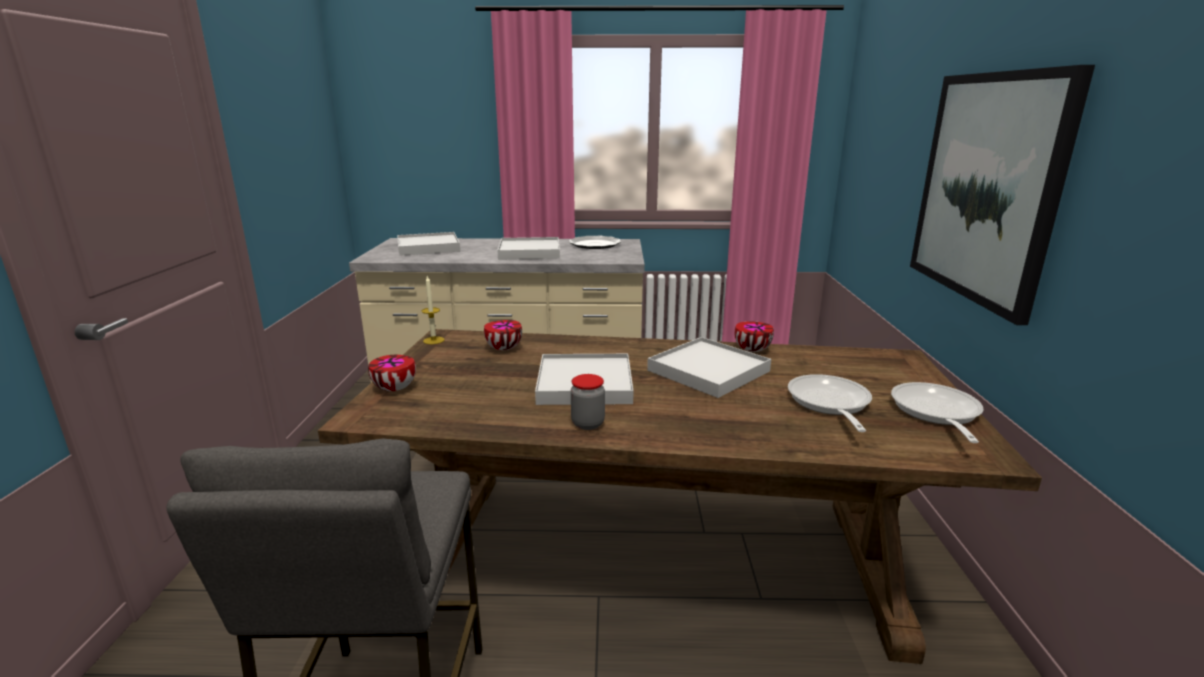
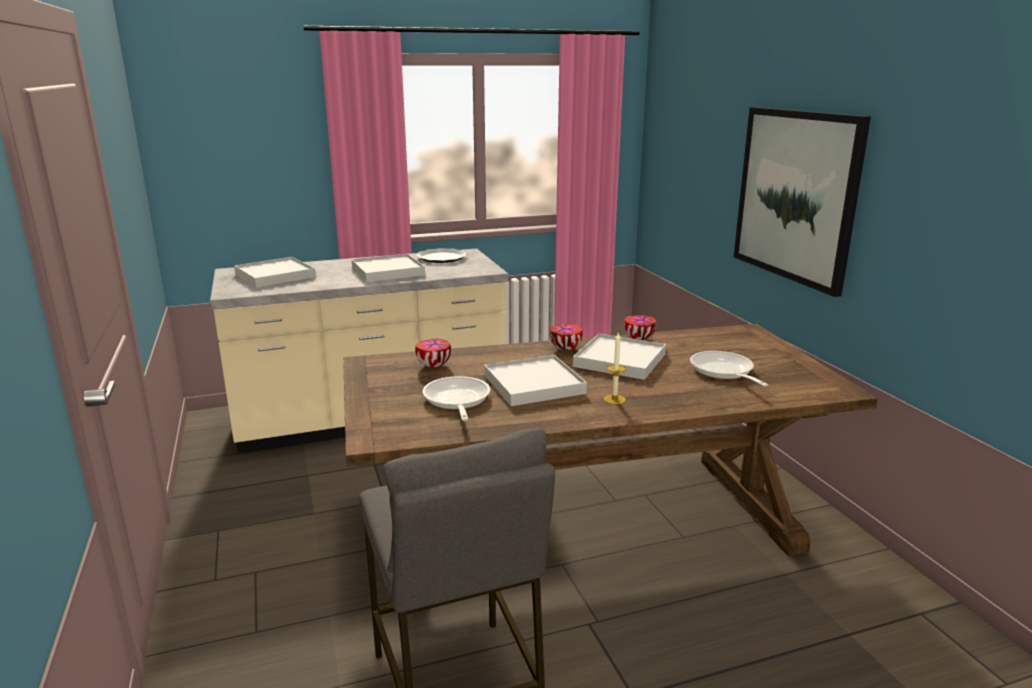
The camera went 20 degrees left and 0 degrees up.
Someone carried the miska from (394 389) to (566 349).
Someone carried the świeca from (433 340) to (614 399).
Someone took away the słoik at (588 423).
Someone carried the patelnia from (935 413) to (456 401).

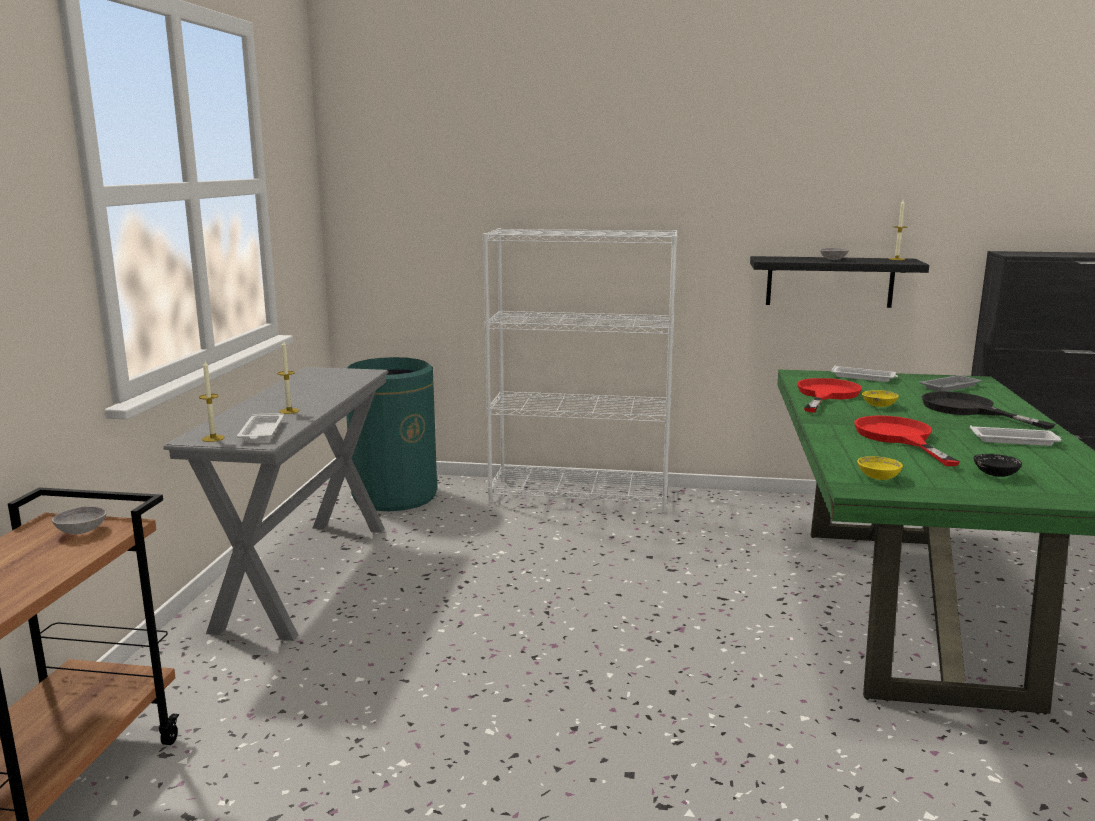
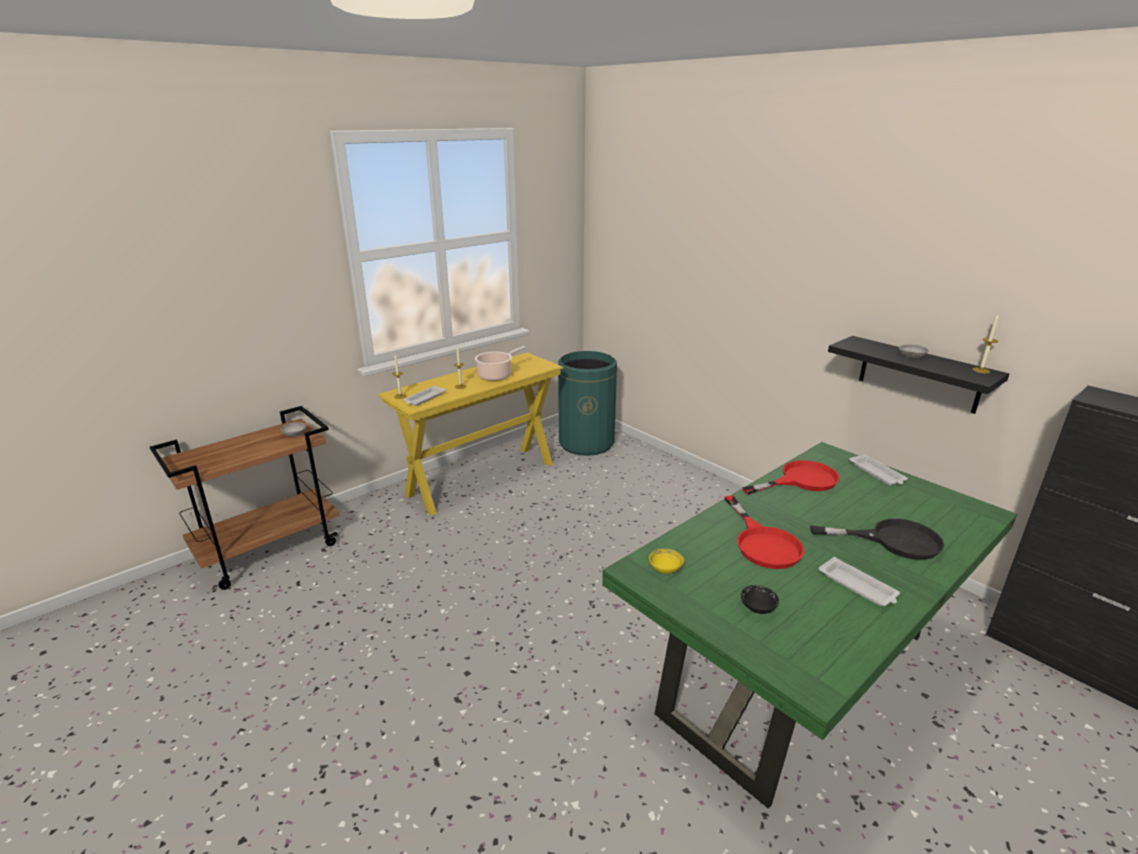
The camera went 40 degrees right and 10 degrees up.
Someone repainted the stolik konsolowy/szary at (306 574), which became the stolik konsolowy/żółty at (482 478).
Someone took away the regał/biały at (580 495).
Someone rotated the patelnia/czerwony at (899 438) by 135 degrees clockwise.
Someone took away the miska/żółty at (879 406).
Someone took away the taca/szary at (951 387).
Someone rotated the patelnia/czarny at (968 410) by 90 degrees clockwise.
Someone put down the garnek at (496 375).

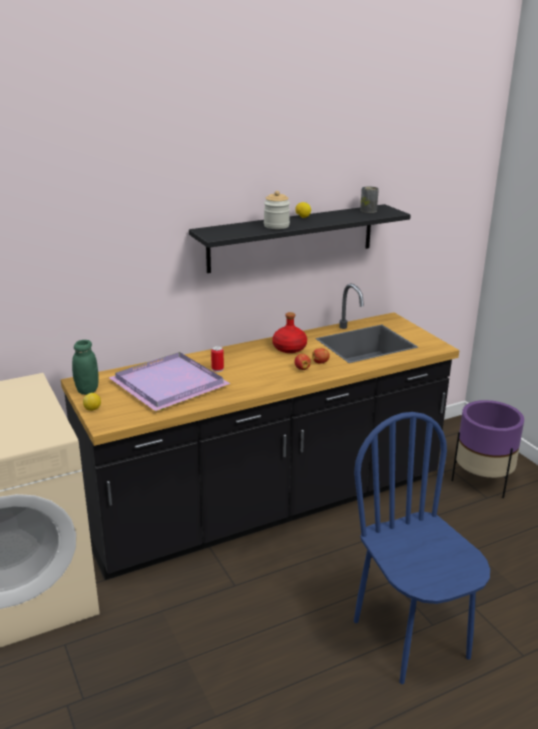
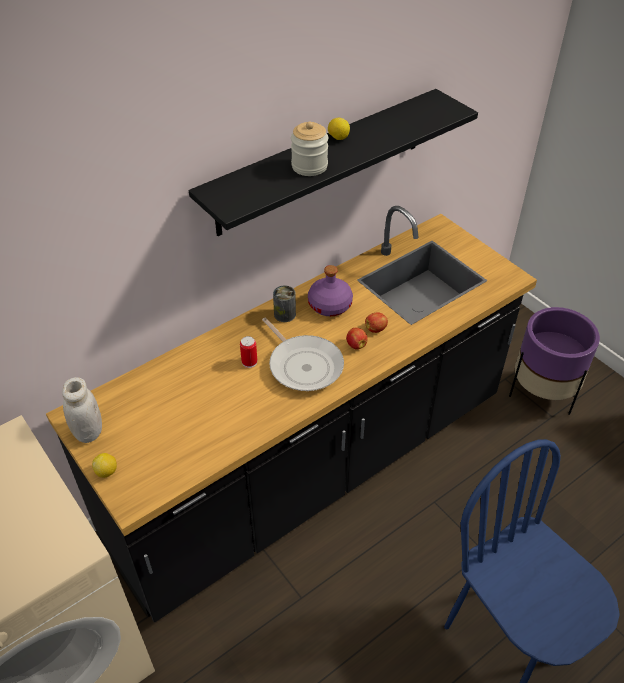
The camera went 10 degrees left and 20 degrees up.
Someone repainted the słoik/zielony at (87 390), which became the słoik/biały at (88 432).
Someone took away the taca/fioletowy at (168 385).
Someone repainted the butelka/czerwony at (290 348), which became the butelka/fioletowy at (330 305).
Someone carried the puszka from (368 210) to (285 314).
Someone put down the patelnia at (303 365).

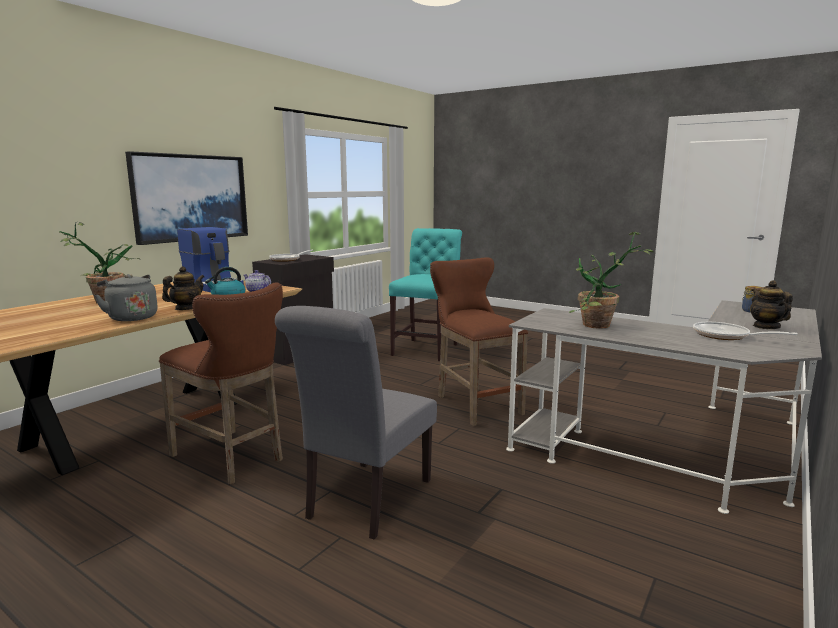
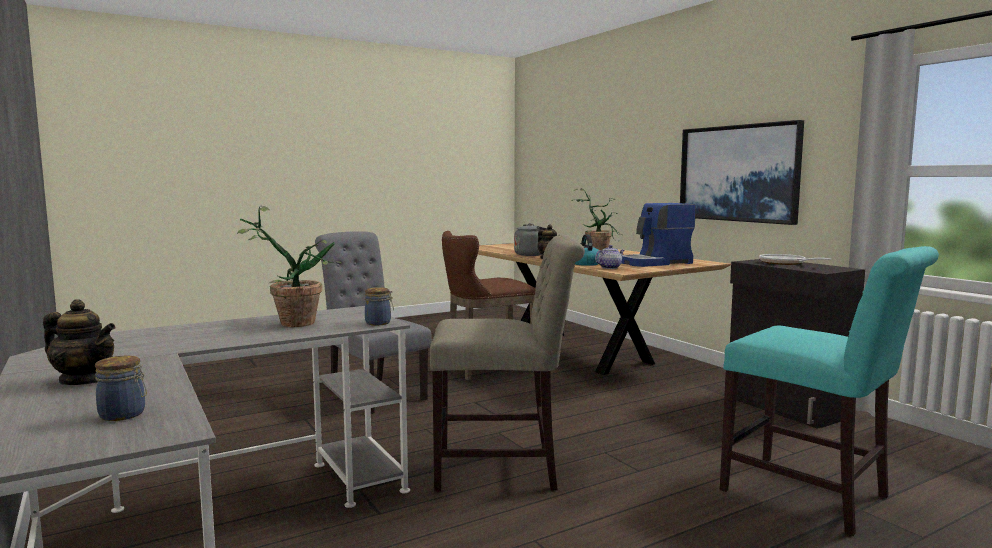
The camera went 115 degrees right and 5 degrees down.
Someone swapped the stołek/brązowy at (474 404) for the krzesło/beżowy at (504 468).
Someone took away the patelnia at (726 336).
Someone put down the słoik at (379 323).

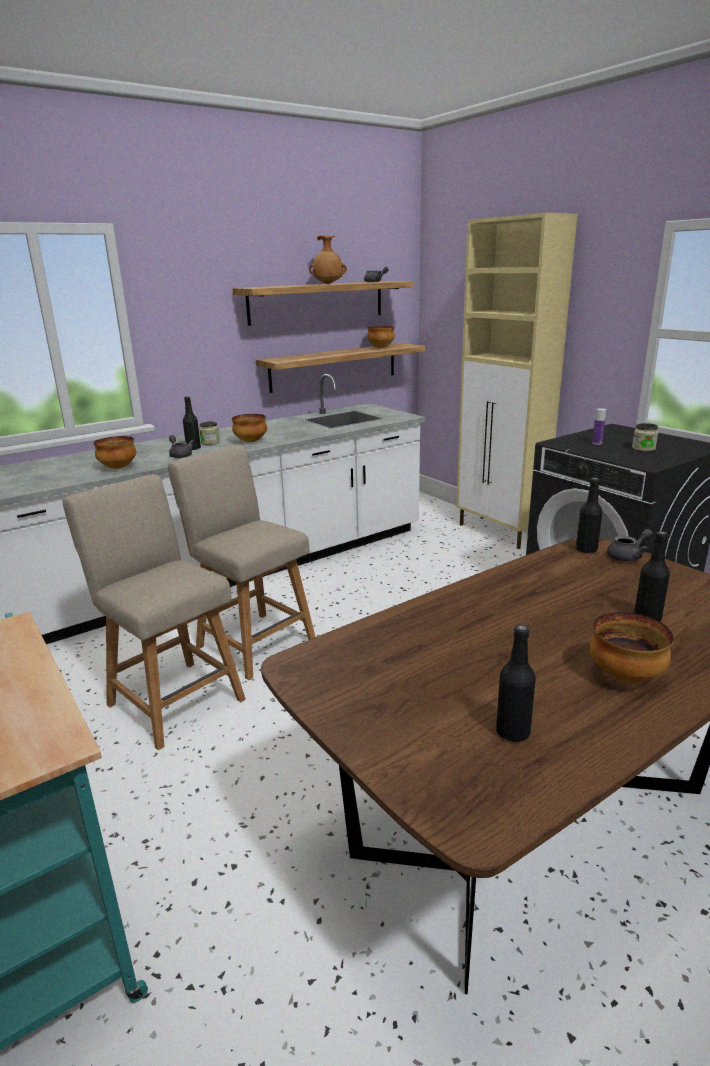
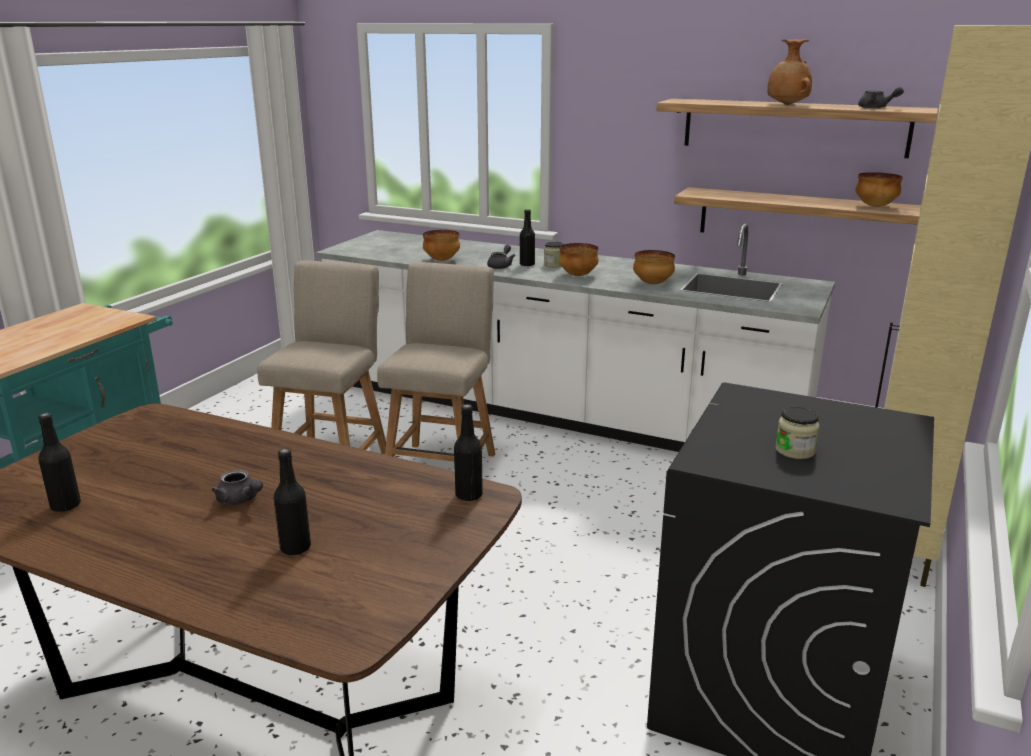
The camera went 60 degrees right and 0 degrees up.
Someone carried the miska from (626 676) to (652 283).
Someone took away the butelka at (597 443).
Someone carried the imbryk/szary from (628 556) to (240 500).

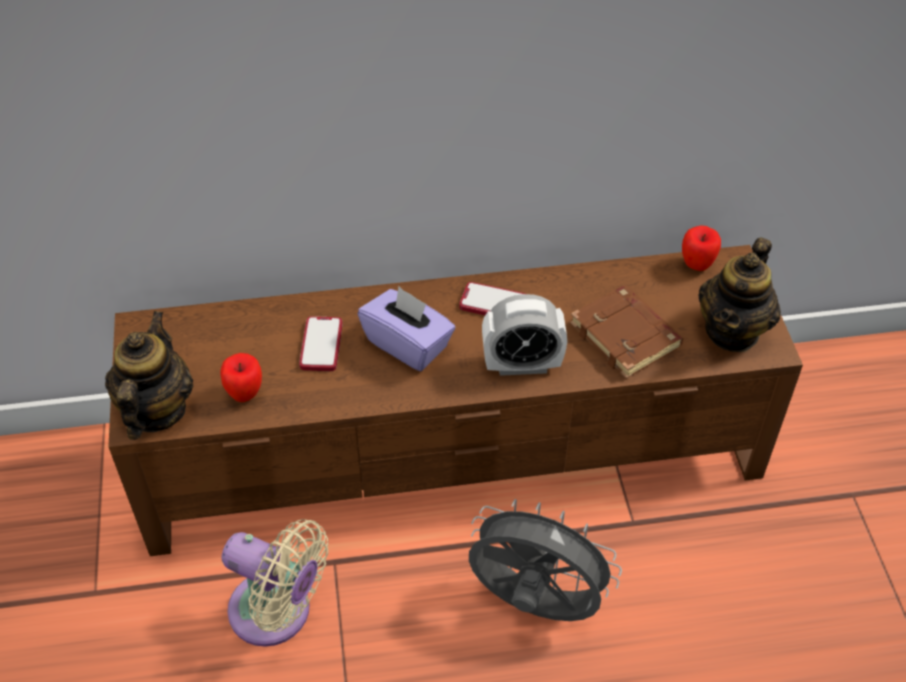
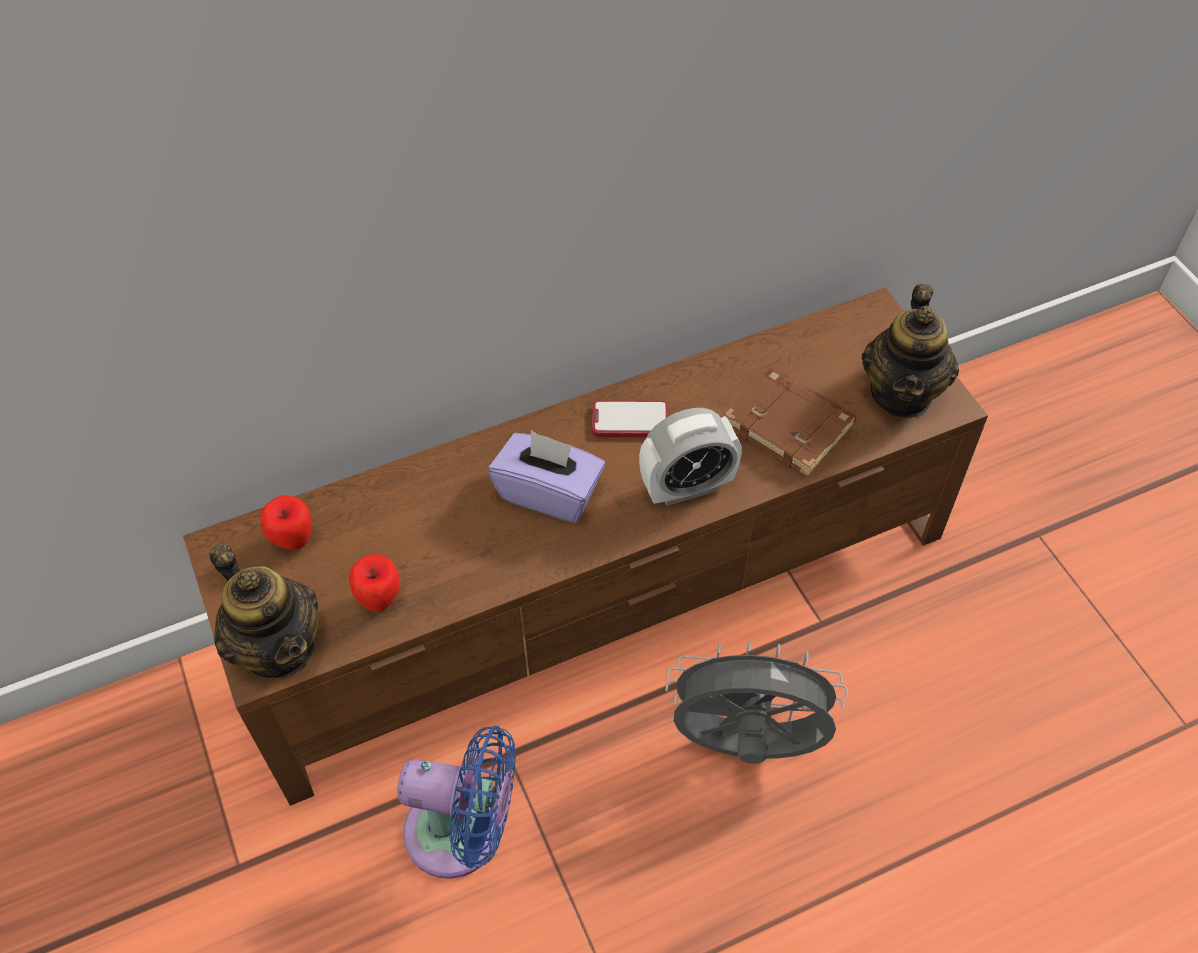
The camera went 15 degrees left and 5 degrees up.
Someone rotated the imbryk at (156 411) by 150 degrees clockwise.
Someone repainted the wentylator/beżowy at (277 613), which became the wentylator/niebieski at (463 833).
Someone took away the telefon at (321 345).
Someone carried the jabłko from (696 266) to (294 541).

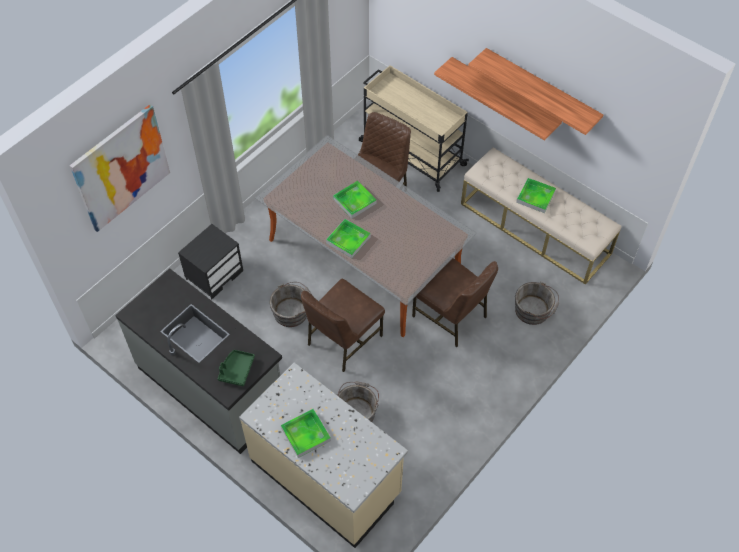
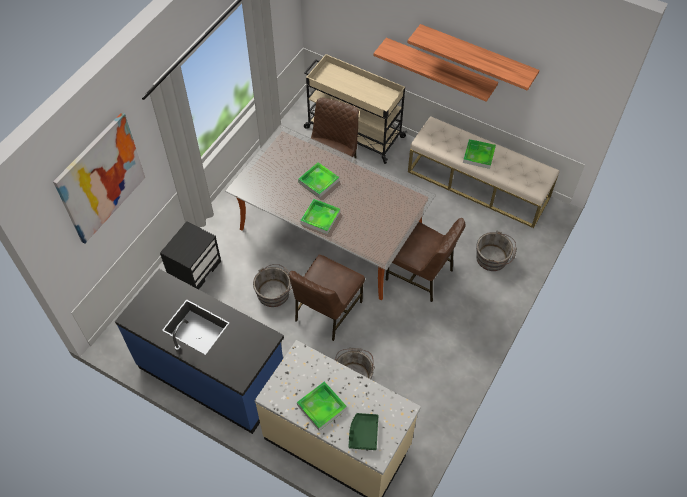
The camera went 10 degrees left and 0 degrees up.
Someone repainted the zabudowa kuchenna/szary at (212 387), which became the zabudowa kuchenna/niebieski at (213 374).
Someone carried the taca/zielony from (236 370) to (363 433).

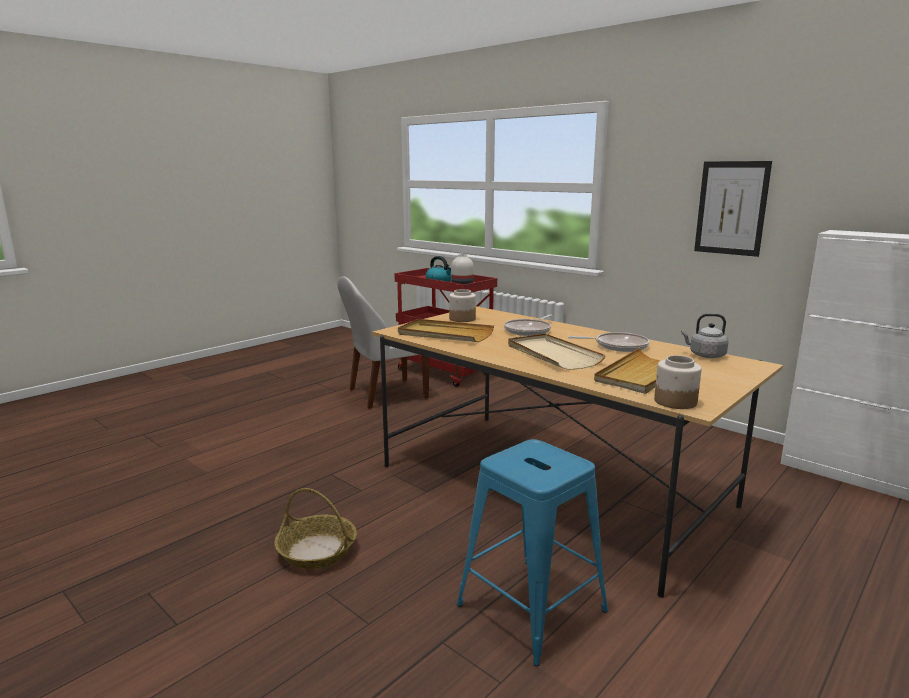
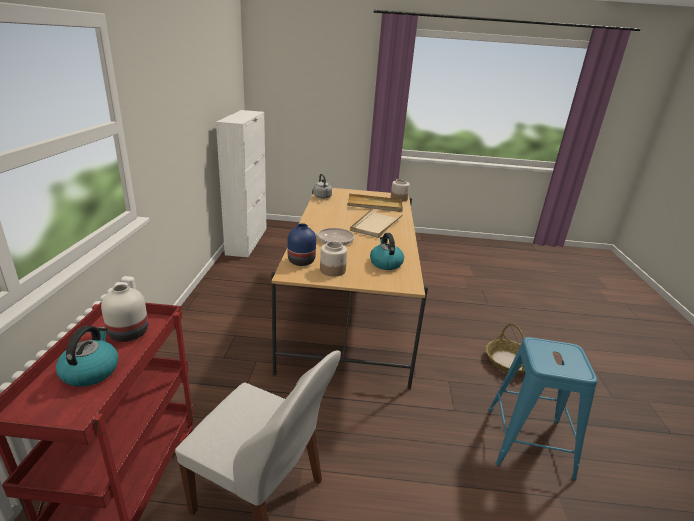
The camera went 130 degrees left and 10 degrees up.
Someone swapped the taca/beżowy at (444 334) for the czajnik at (385 263).
Someone carried the stołek/niebieski from (532 608) to (528 441).
Someone took away the patelnia at (618 346).
Someone took away the obraz at (731 208).
Someone put down the wazon/niebieski at (301 261).

